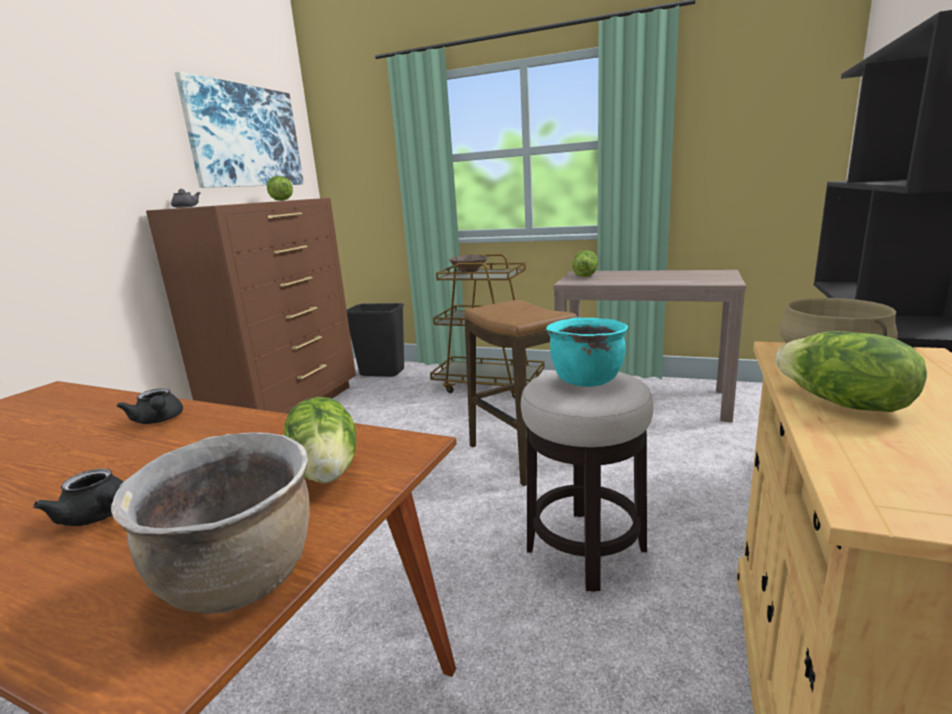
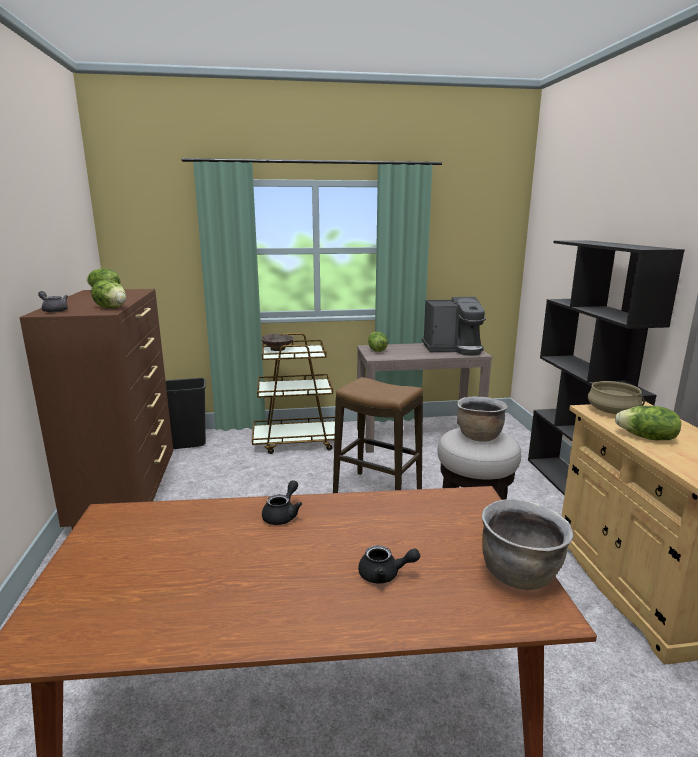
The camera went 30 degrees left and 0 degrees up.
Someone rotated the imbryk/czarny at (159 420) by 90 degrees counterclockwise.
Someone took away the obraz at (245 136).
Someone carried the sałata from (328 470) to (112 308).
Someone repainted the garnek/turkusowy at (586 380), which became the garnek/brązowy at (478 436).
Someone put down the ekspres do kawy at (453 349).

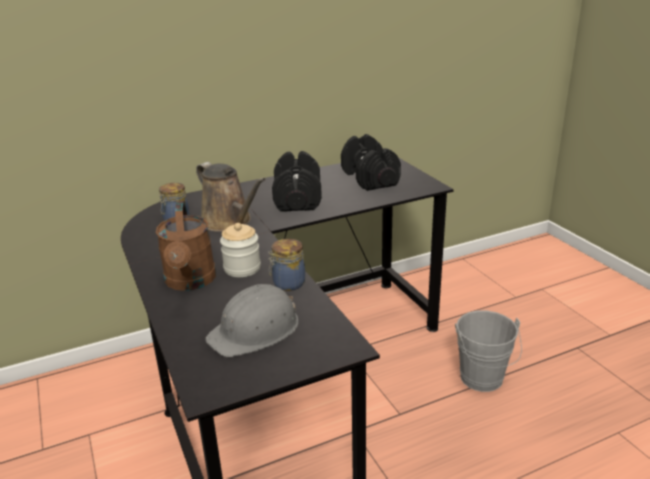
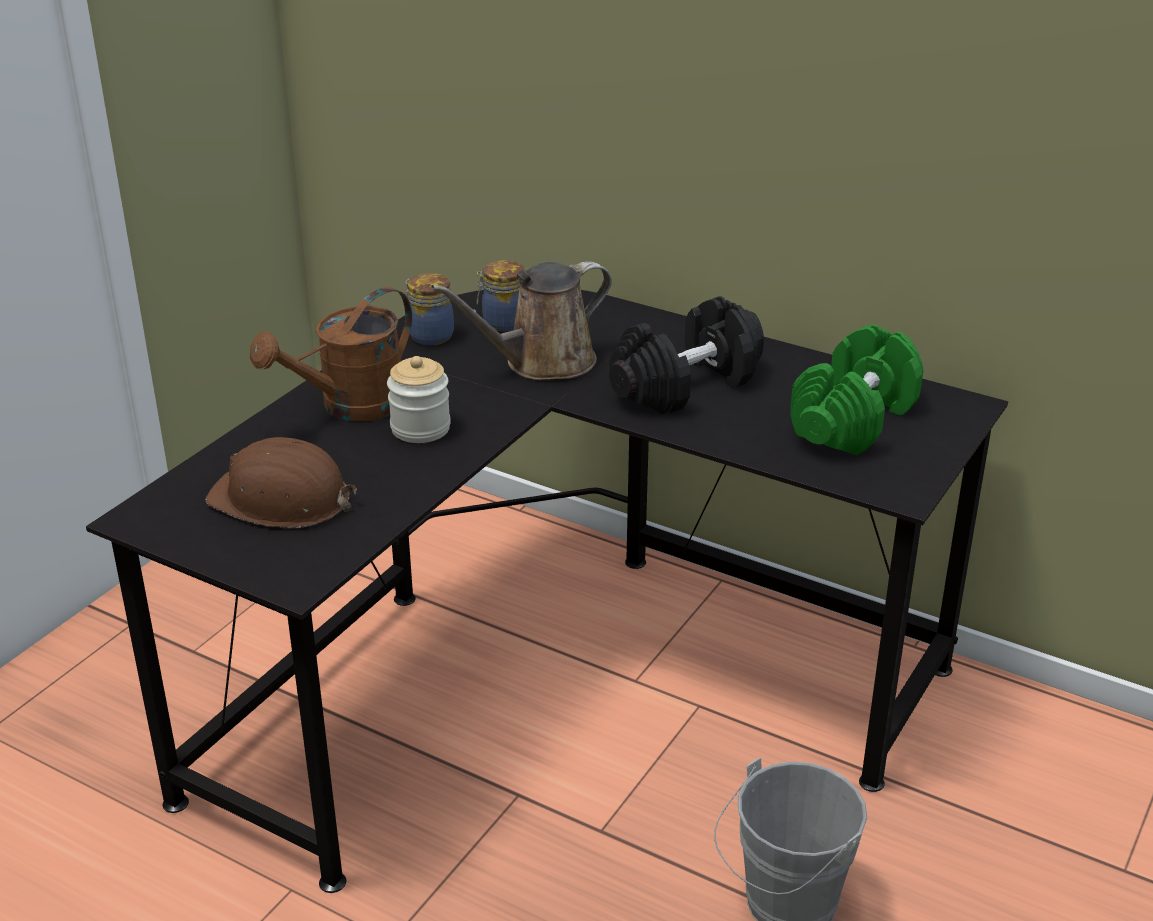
The camera went 55 degrees right and 5 degrees up.
Someone rotated the konewka/brązowy at (229 222) by 45 degrees clockwise.
Someone repainted the kask/szary at (256 330), which became the kask/brązowy at (281 500).
Someone carried the słoik from (287 284) to (429 336).
Someone repainted the hantel/czarny at (369 178), which became the hantel/zielony at (853 419).

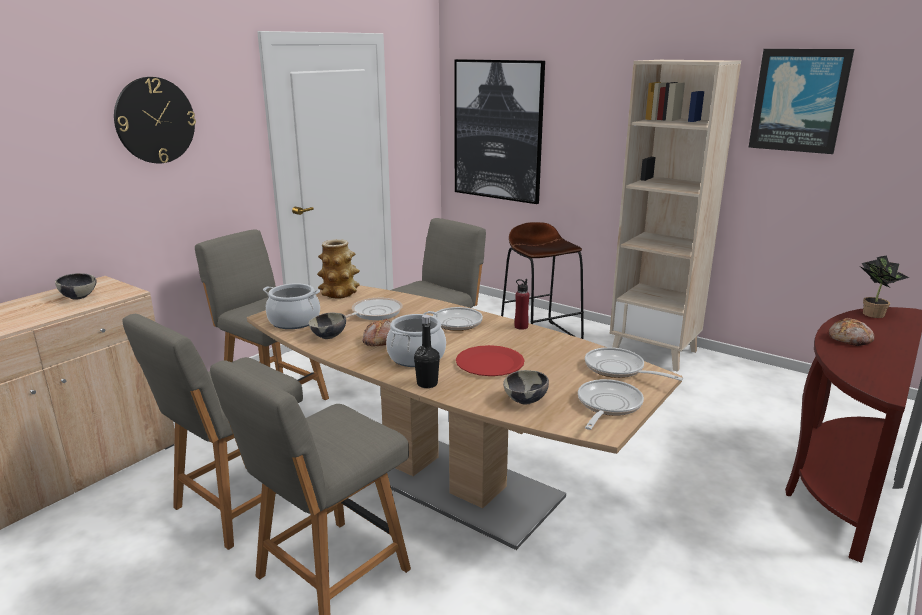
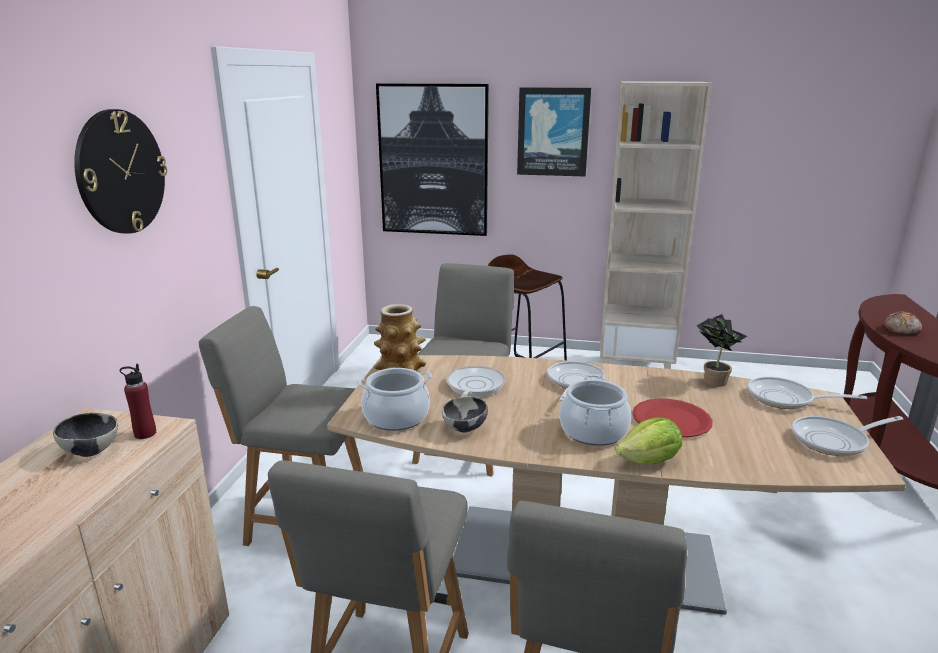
The camera went 25 degrees left and 0 degrees up.
Someone took away the chleb at (380 340).
Someone swapped the butelka/czarny at (427 384) for the sałata at (650 461).
Someone took away the miska at (525 401).
Someone carried the butelka/czerwony from (521 327) to (145 434).
Someone rotated the patelnia at (607 406) by 105 degrees counterclockwise.
Someone carried the obraz from (799 100) to (553 132).
Someone carried the roślina doniczkowa from (872 313) to (713 379).

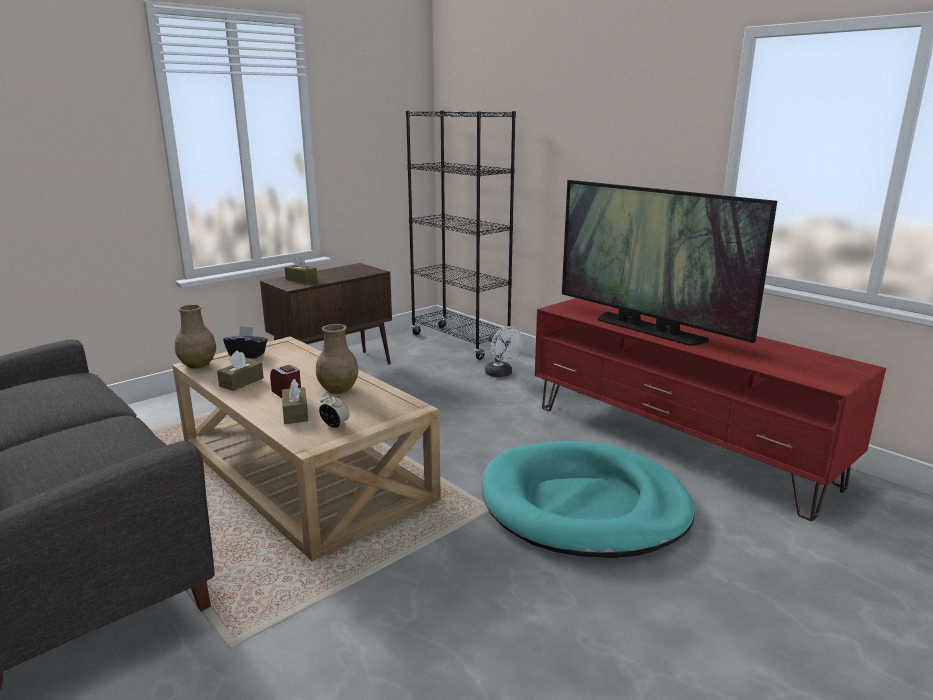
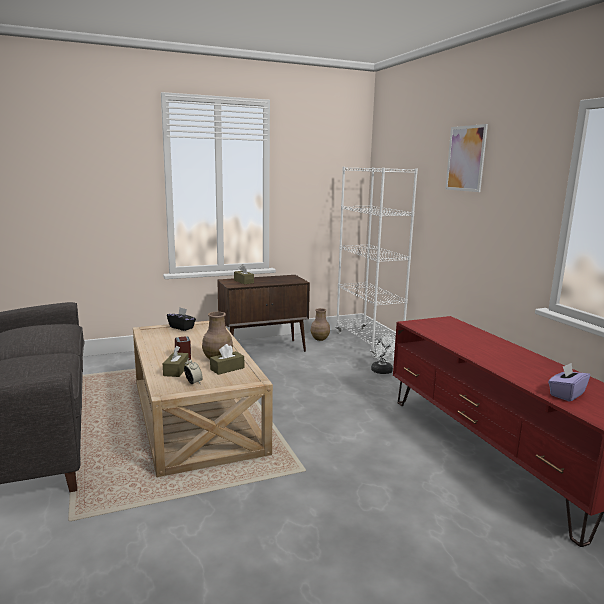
The camera went 20 degrees right and 5 degrees down.
Someone carried the wazon/brązowy from (198 364) to (319 339).
Someone carried the pudełko chusteczek/brązowy from (241 382) to (227 368).
Someone repainted the regał/czarny at (460 342), which became the regał/biały at (368 343).
Someone took away the legowisko/turkusowy at (583 505).
Someone took away the telewizor at (648 329).
Someone put up the obraz at (466 158).
Someone put down the pudełko chusteczek/fioletowy at (566 394).

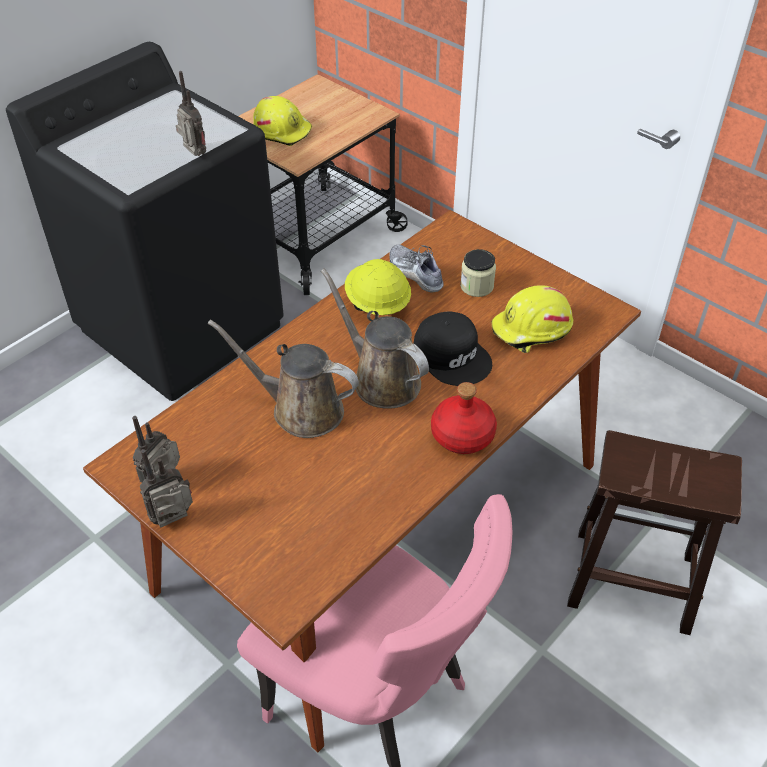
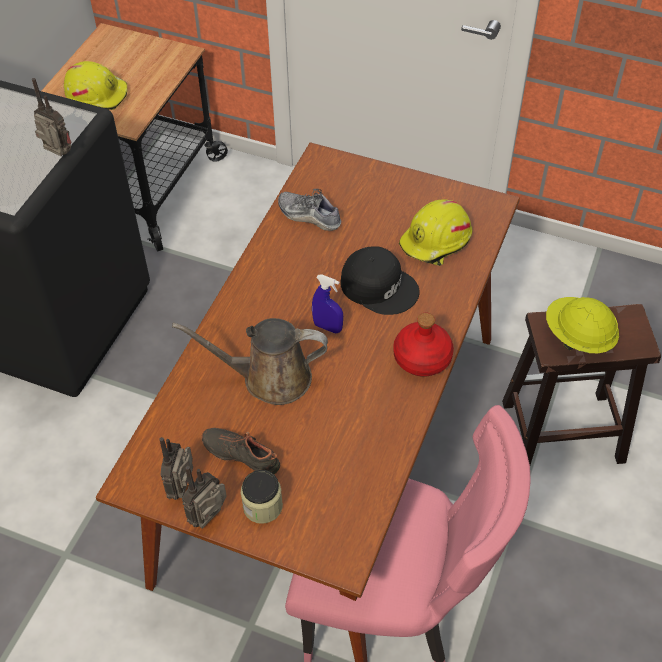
The camera went 20 degrees left and 5 degrees up.
Someone swapped the konewka/brązowy at (381 379) for the spryskiwacz/niebieski at (327 327).
Someone carried the kask/żółty from (377 304) to (578 337).
Someone carried the słoik from (476 286) to (262 506).
Someone put down the but/czarny at (242 454).

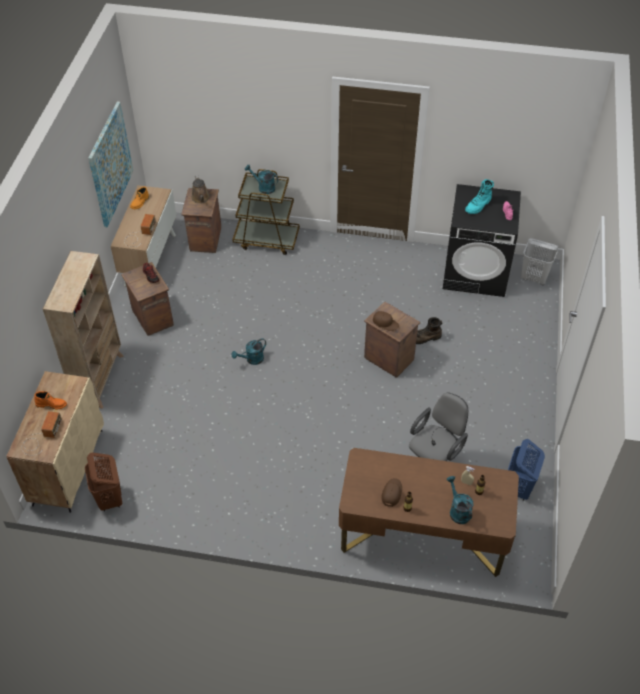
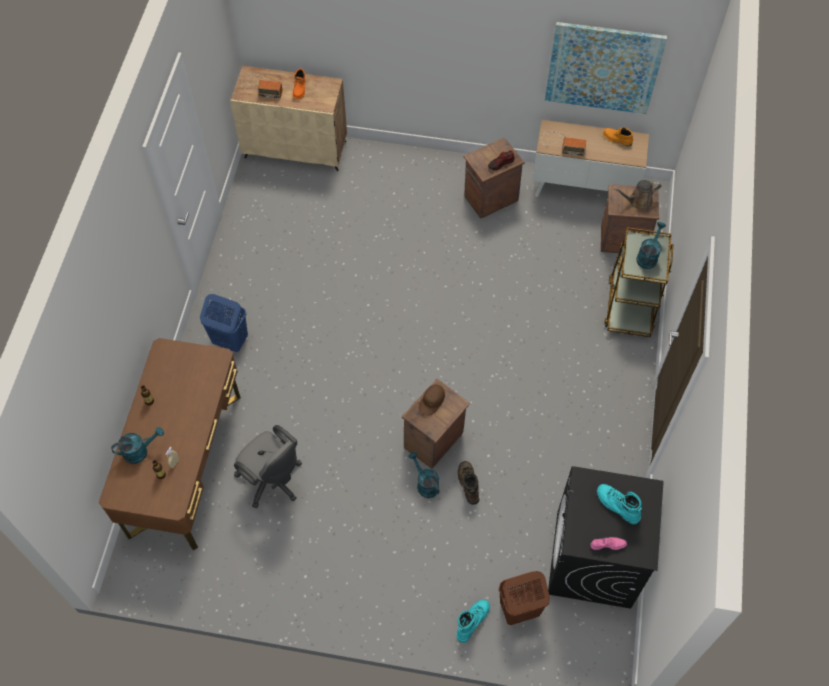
The camera went 90 degrees right and 10 degrees up.
Someone took away the regał/beżowy at (100 379).
Someone carried the kosz na pranie/brązowy from (110 499) to (519 610).
Someone carried the konewka/turkusowy from (252 359) to (425 484).
Someone took away the czapka z daszkiem/brązowy at (391 493).
Someone carried the kosz na pranie/niebieski from (519 488) to (230 341).
Someone took away the kosz na pranie/biały at (534 278).
Someone put down the but z cholewką/turkusowy at (472 621).

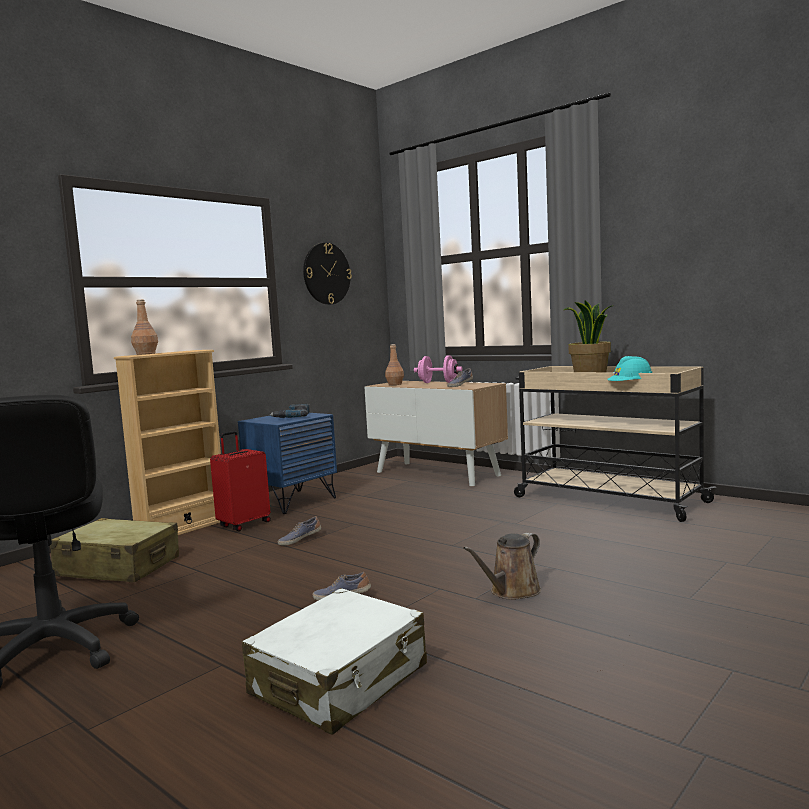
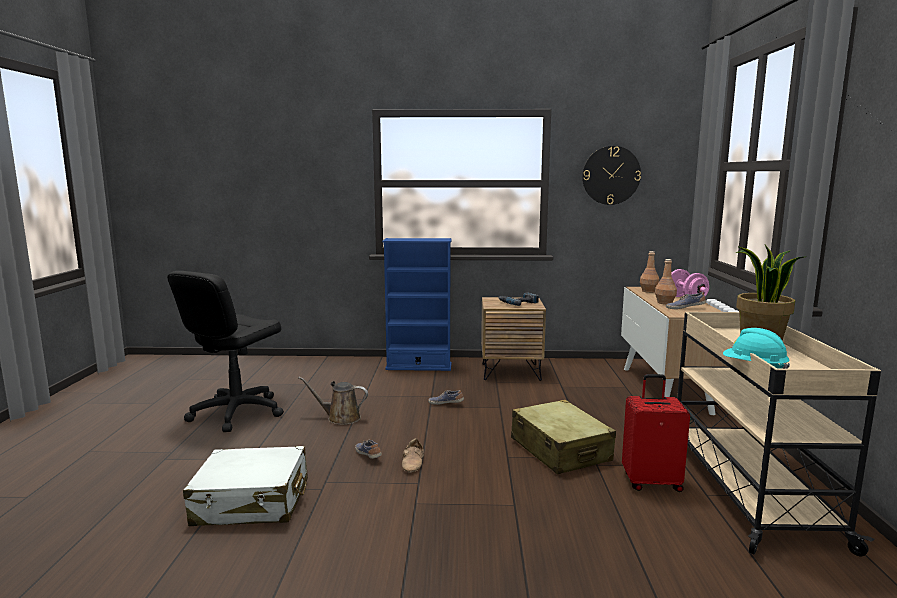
The camera went 50 degrees right and 5 degrees up.
Someone carried the walizka/beżowy from (118 567) to (560 450).
Someone repainted the regał/beżowy at (182 529), which became the regał/niebieski at (419 366).
Someone carried the butelka/brązowy from (146 354) to (665 302).
Someone carried the walizka/czerwony from (243 524) to (651 482).
Someone repainted the szafka nocna/niebieski at (292 502), which became the szafka nocna/brązowy at (511 372).
Someone carried the konewka/brązowy from (511 592) to (340 418).
Someone put down the but/beżowy at (414 462).

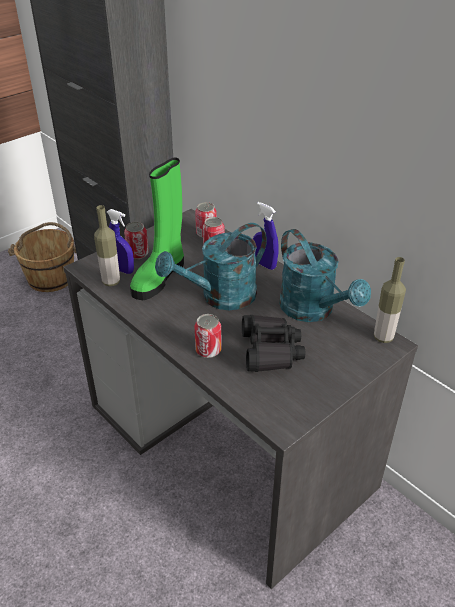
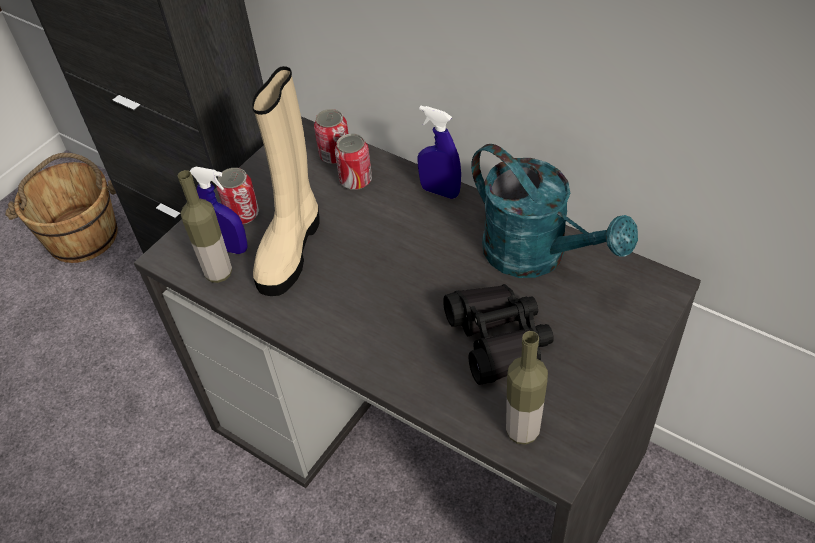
The camera went 10 degrees left and 10 degrees up.
Someone repainted the but z cholewką/zielony at (160 277), which became the but z cholewką/beżowy at (291 248).
Someone took away the konewka/turkusowy at (220 297).
Someone took away the puszka at (208 350).
Someone carried the butelka from (383 337) to (522 431).

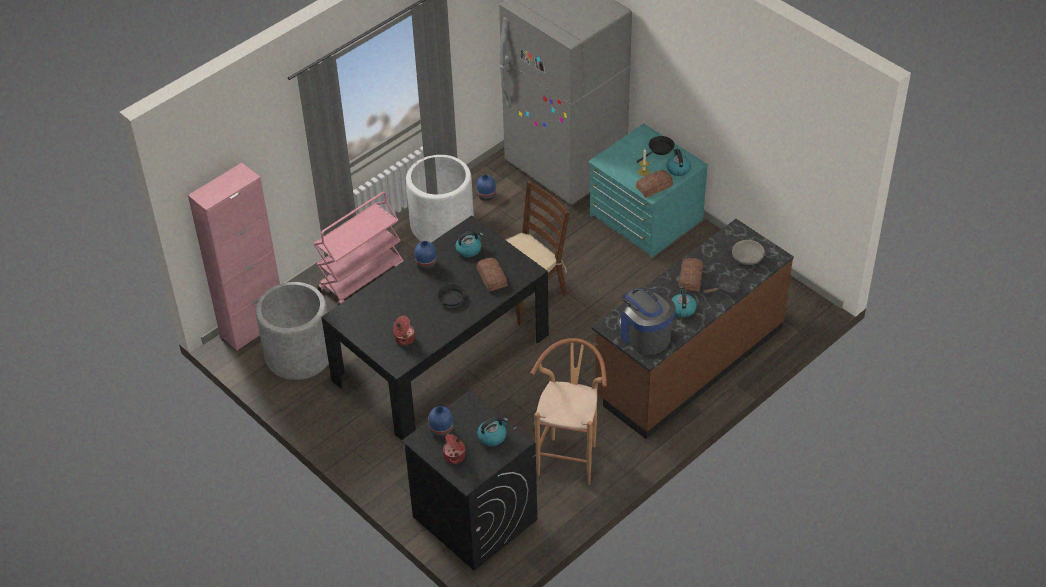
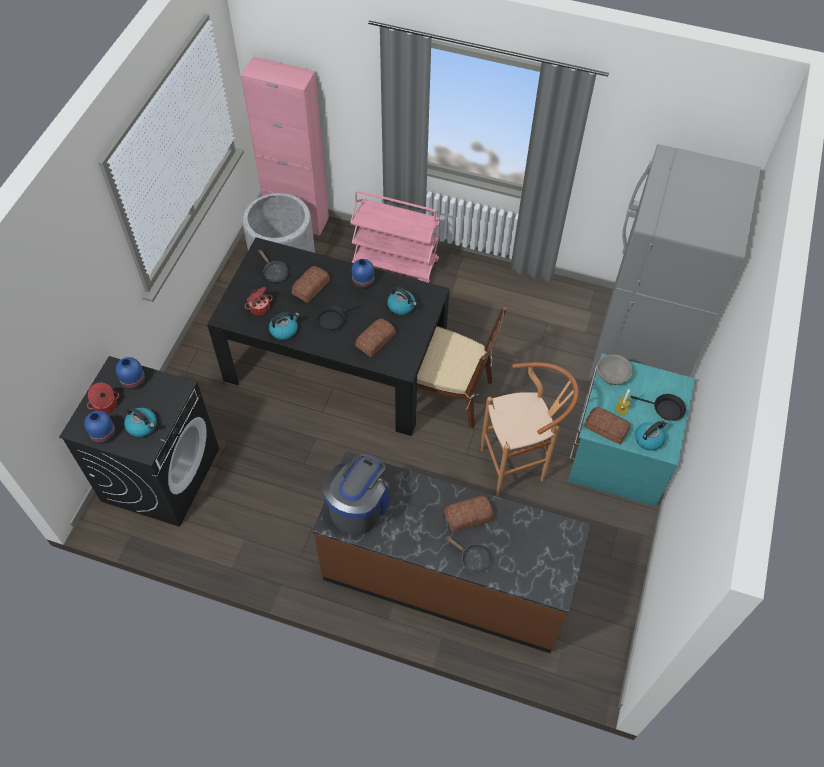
The camera went 60 degrees right and 10 degrees up.
Someone took away the donica/biały at (442 224).
Someone carried the wazon/niebieski from (486 196) to (103 434).
Someone carried the stołek/brązowy from (570 455) to (518 465).
Someone carried the czajnik from (682 309) to (284 330).
Someone carried the miska/szary from (747 258) to (612 374).
Someone put down the patelnia/czarny at (274 272).
Someone put down the chleb at (310 287).

